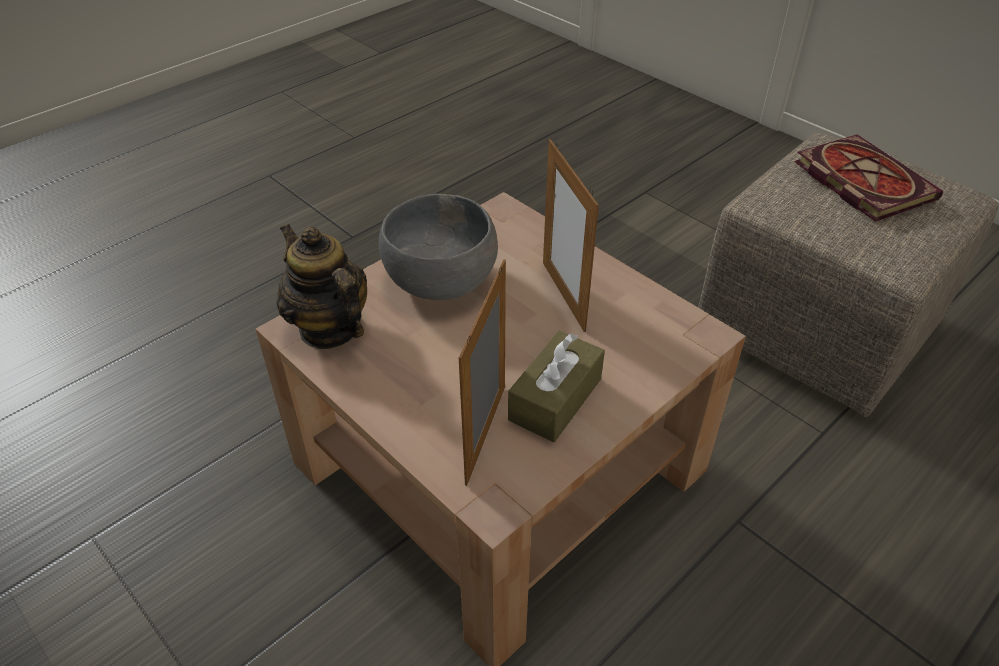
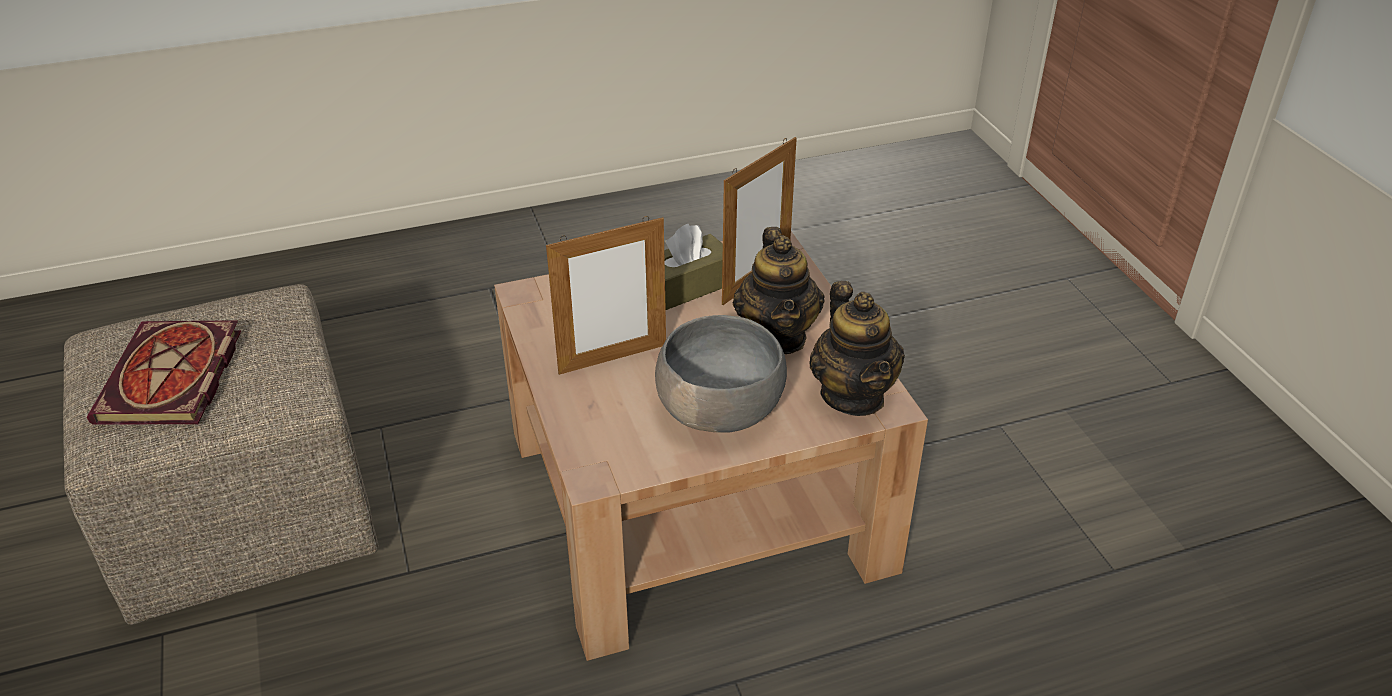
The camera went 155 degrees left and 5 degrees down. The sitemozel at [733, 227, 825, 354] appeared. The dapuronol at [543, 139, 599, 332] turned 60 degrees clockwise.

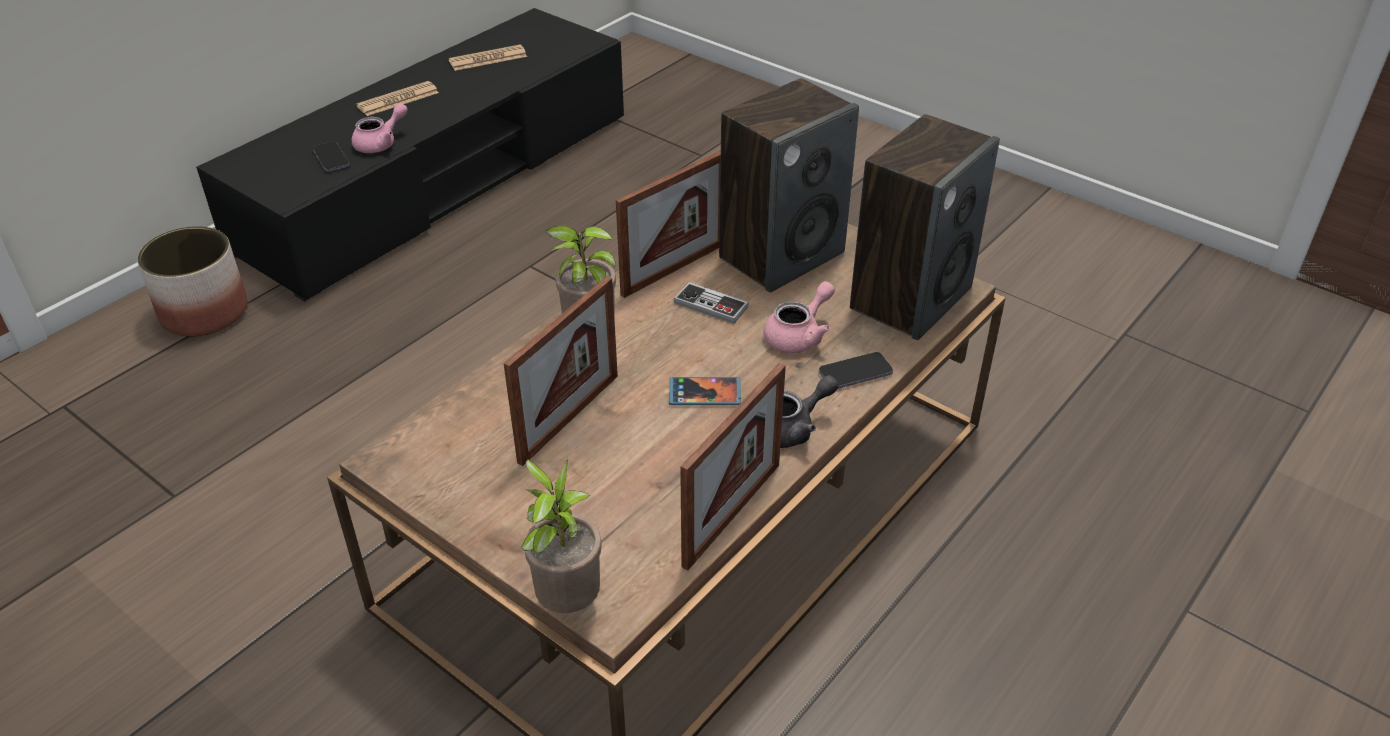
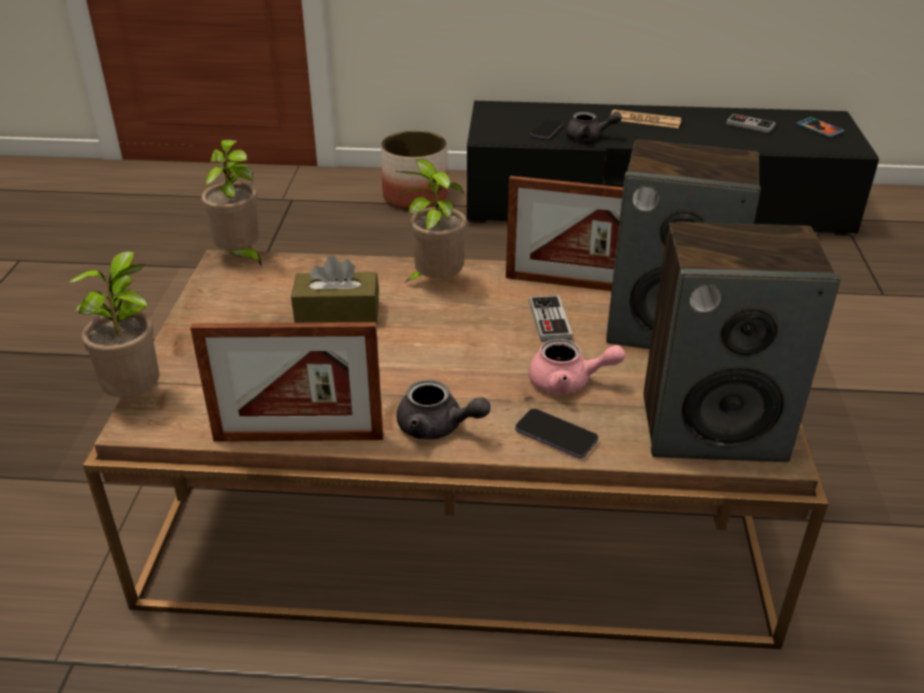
The camera went 55 degrees right and 5 degrees down. The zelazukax at [201, 140, 262, 267] appeared. The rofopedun moved from [669, 377, 741, 405] to [796, 117, 844, 137]. The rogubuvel at [448, 45, 527, 71] was replaced by the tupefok at [726, 114, 776, 133]. The dapuronol at [504, 276, 618, 466] was replaced by the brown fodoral at [291, 255, 379, 325]. The pink sitemozel at [352, 103, 408, 153] became the grey sitemozel at [566, 112, 622, 141].

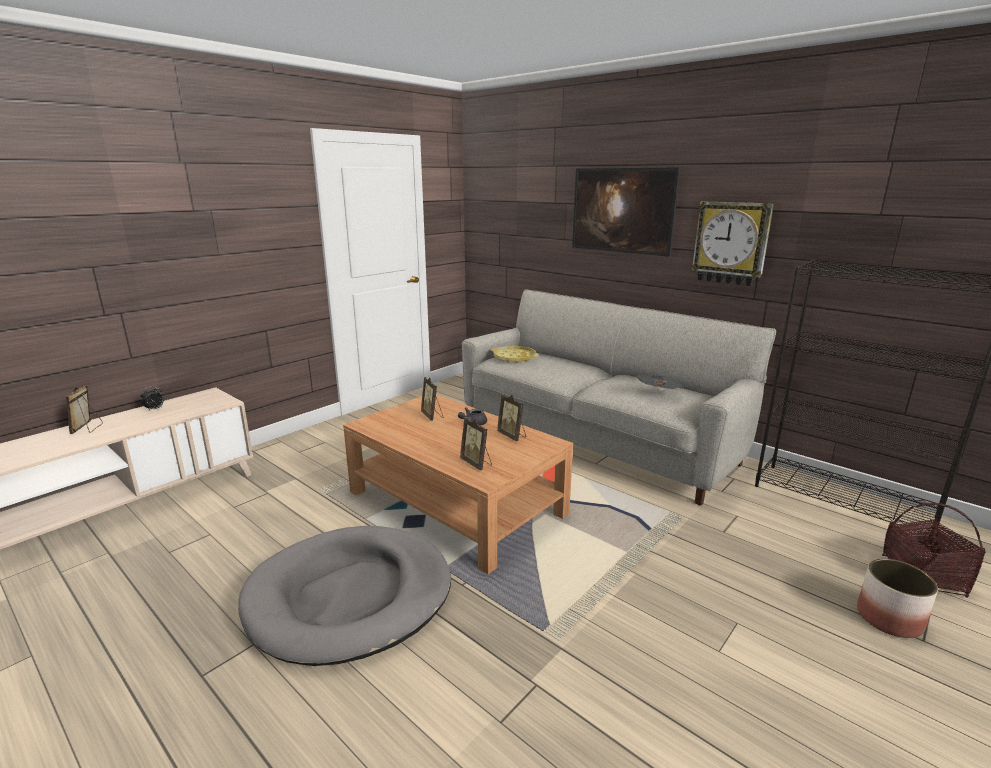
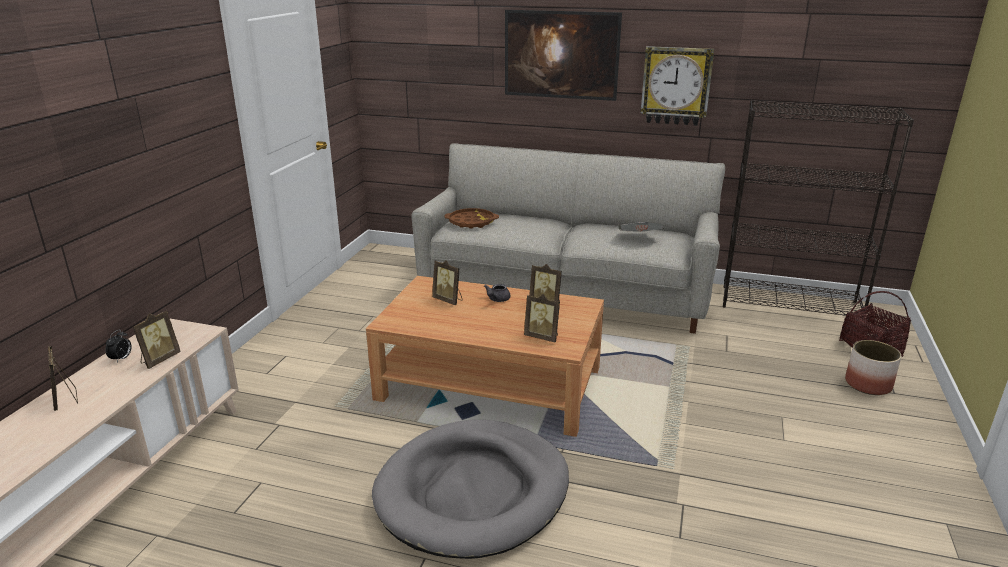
The camera went 25 degrees left and 5 degrees up. The dapuronol at [132, 310, 181, 369] appeared. The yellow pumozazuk at [491, 346, 539, 363] became the brown pumozazuk at [444, 208, 499, 229].

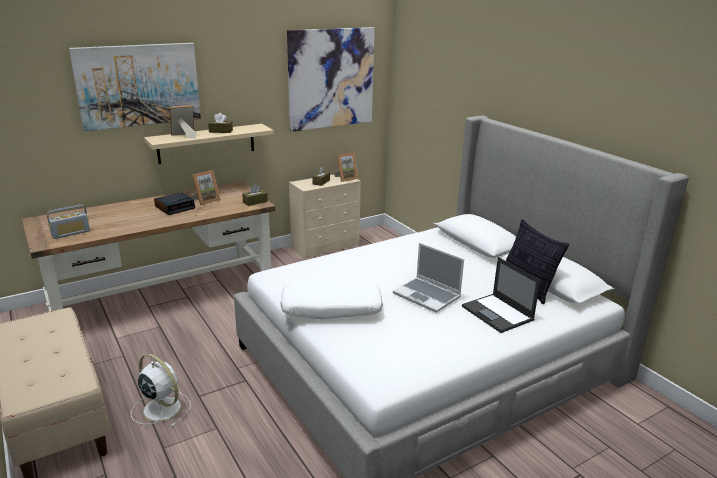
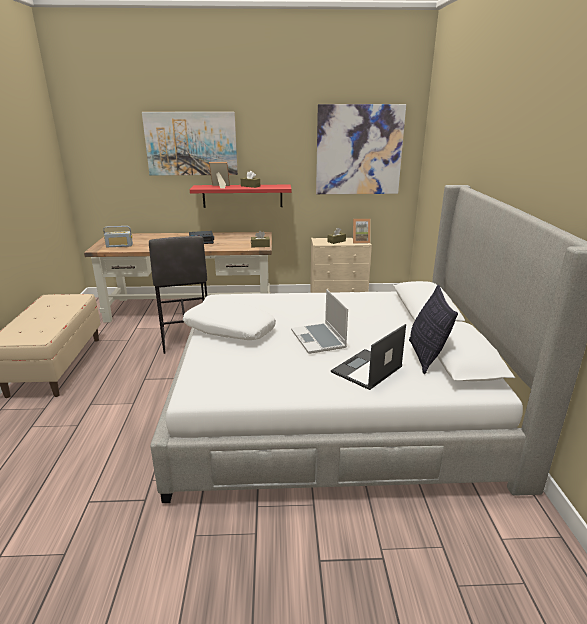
The camera went 30 degrees right and 0 degrees up. The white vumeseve at [131, 354, 191, 427] disappeared. The dapuronol at [191, 170, 221, 205] disappeared. The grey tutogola at [149, 236, 207, 354] appeared. The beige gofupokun at [144, 124, 274, 164] became the red gofupokun at [190, 185, 291, 208]. The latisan at [462, 257, 540, 333] turned 45 degrees clockwise.

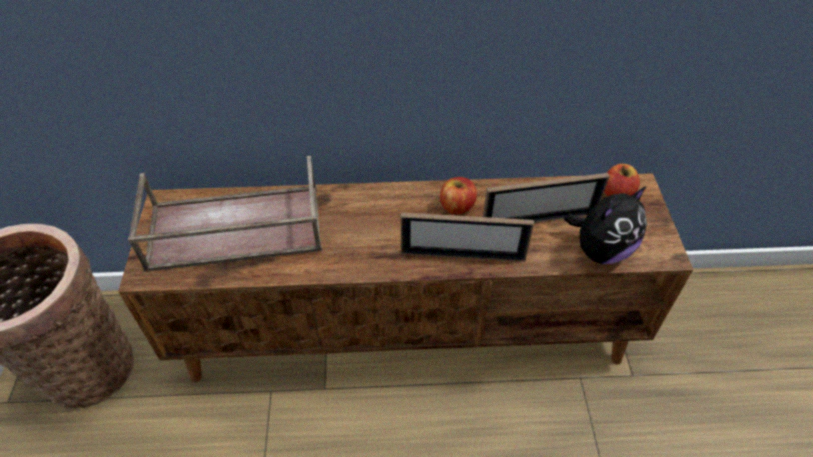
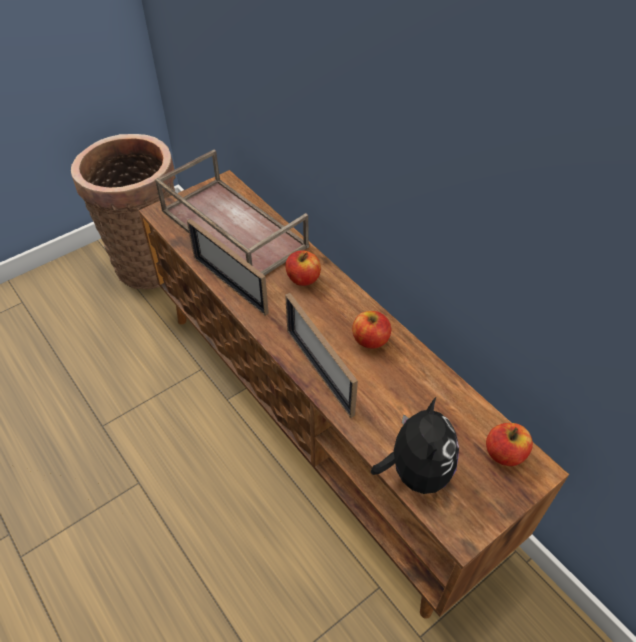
The camera went 55 degrees right and 0 degrees up. The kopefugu at [285, 250, 321, 286] appeared. The dapuronol moved from [483, 173, 610, 223] to [187, 219, 269, 316]. The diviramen at [564, 186, 647, 264] turned 105 degrees counterclockwise.

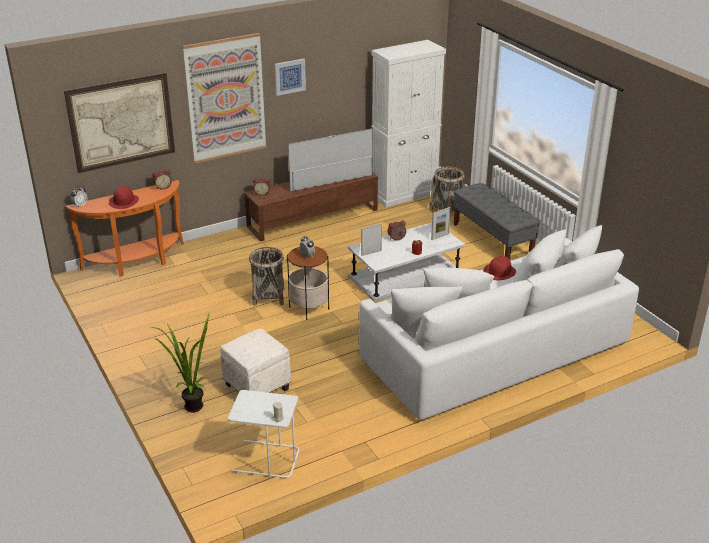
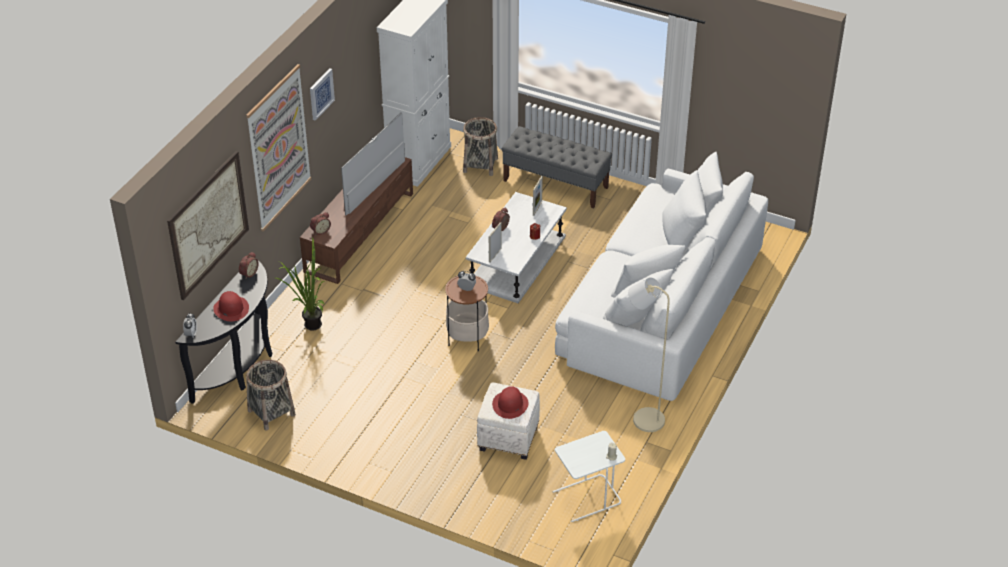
The camera went 35 degrees left and 10 degrees up. The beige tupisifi at [628, 277, 670, 432] appeared. The zelazukax moved from [151, 313, 210, 412] to [276, 237, 325, 331]. The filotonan moved from [249, 247, 284, 306] to [246, 360, 296, 431]. The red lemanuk moved from [483, 256, 516, 280] to [492, 386, 529, 419]. The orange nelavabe at [66, 180, 184, 276] became the black nelavabe at [175, 261, 273, 404].

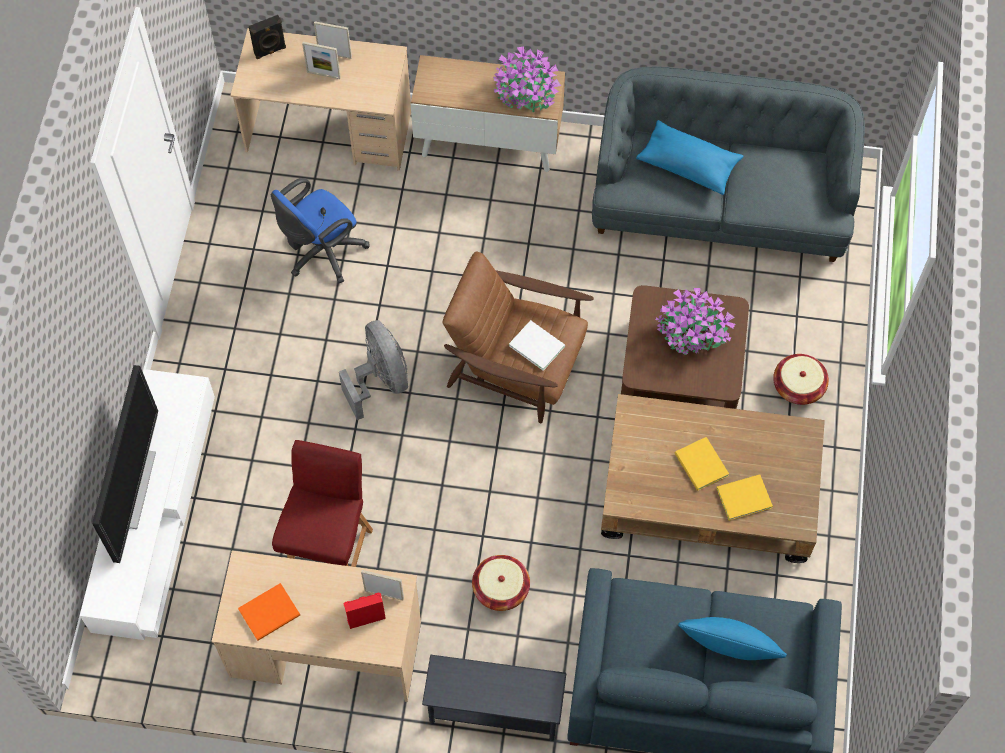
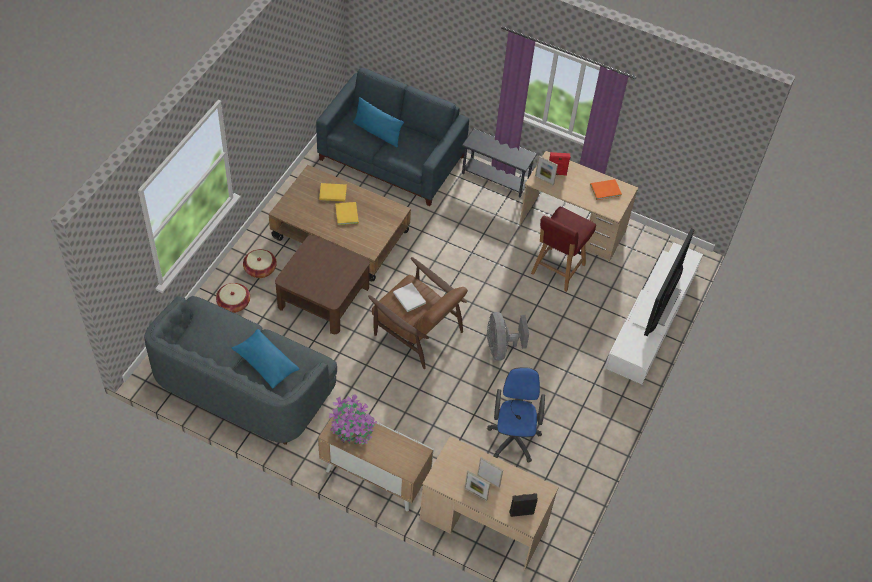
The camera went 165 degrees left and 10 degrees down. The zelazukax at [656, 288, 735, 355] disappeared. The filotonan moved from [472, 555, 530, 611] to [216, 283, 250, 313]. The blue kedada at [271, 178, 370, 283] turned 60 degrees counterclockwise.

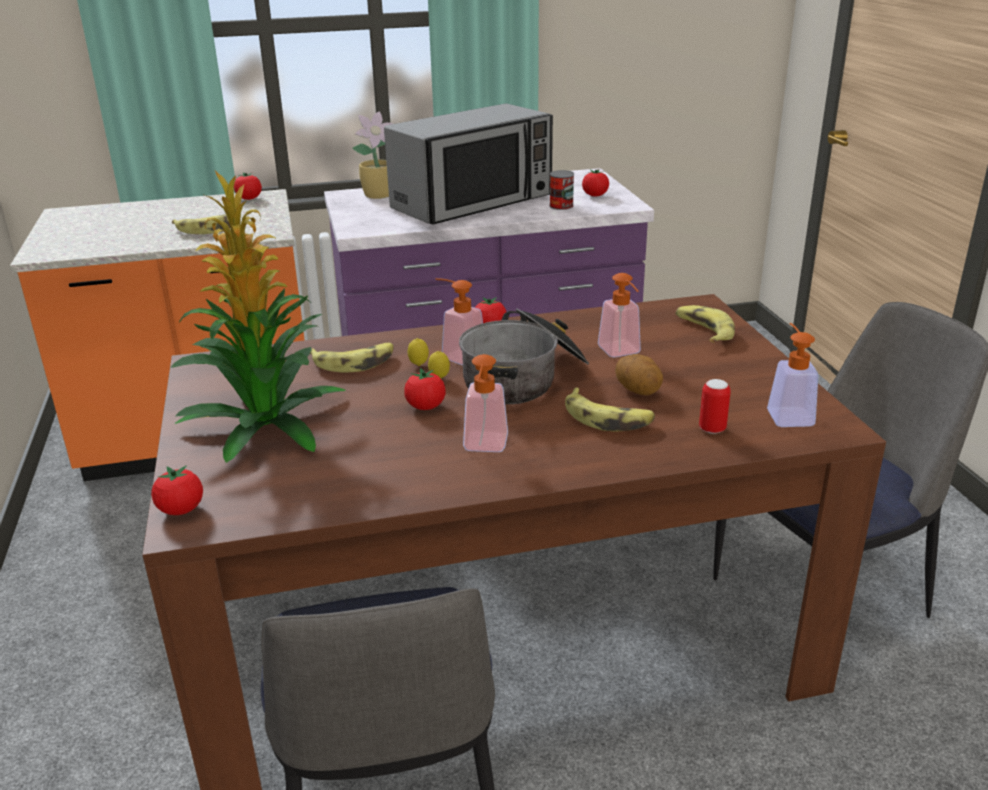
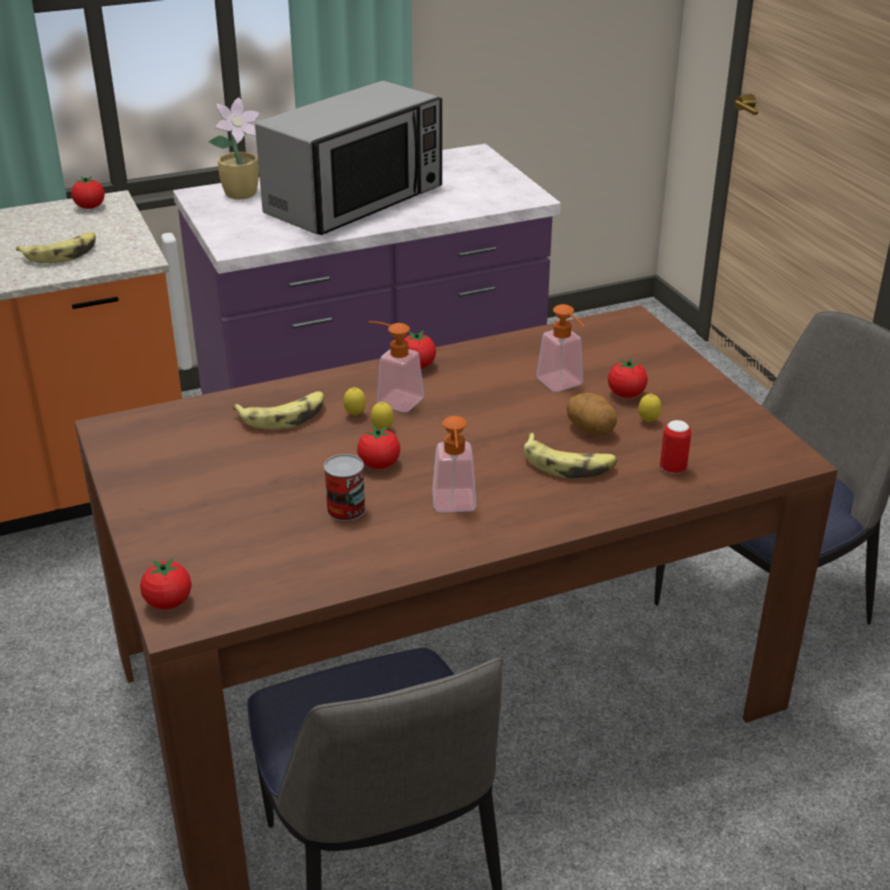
The camera went 10 degrees left and 5 degrees up. The zelazukax at [170, 171, 346, 463] disappeared. The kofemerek at [459, 308, 589, 404] disappeared. The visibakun at [675, 305, 735, 343] disappeared. The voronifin at [767, 323, 818, 427] disappeared. The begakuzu at [638, 394, 661, 422] appeared. The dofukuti moved from [550, 170, 574, 210] to [324, 454, 366, 521]. The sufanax moved from [582, 169, 609, 197] to [608, 358, 648, 398].

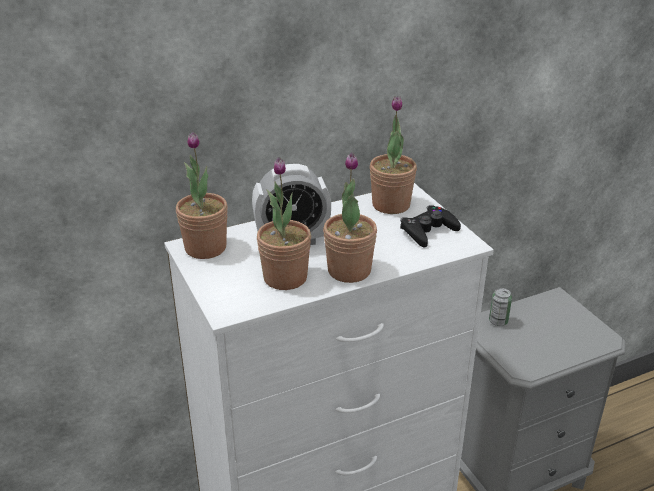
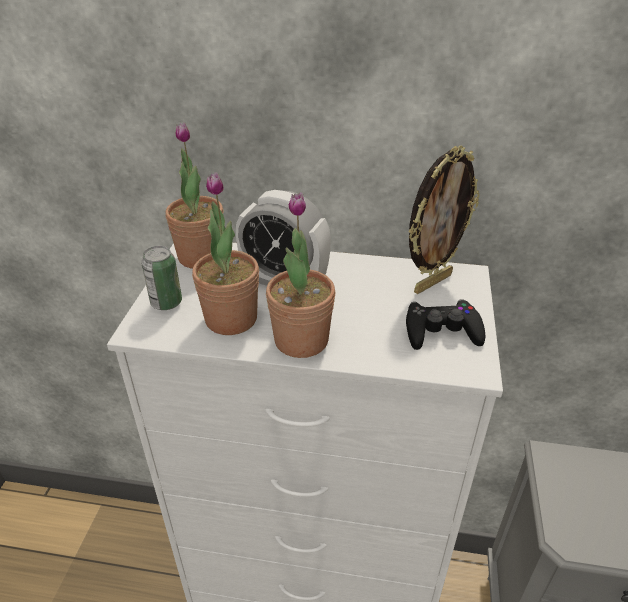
The camera went 35 degrees right and 5 degrees up. The dofukuti moved from [489, 288, 512, 326] to [141, 246, 182, 310]. The zelazukax at [370, 96, 417, 214] was replaced by the dapuronol at [409, 146, 479, 294].

